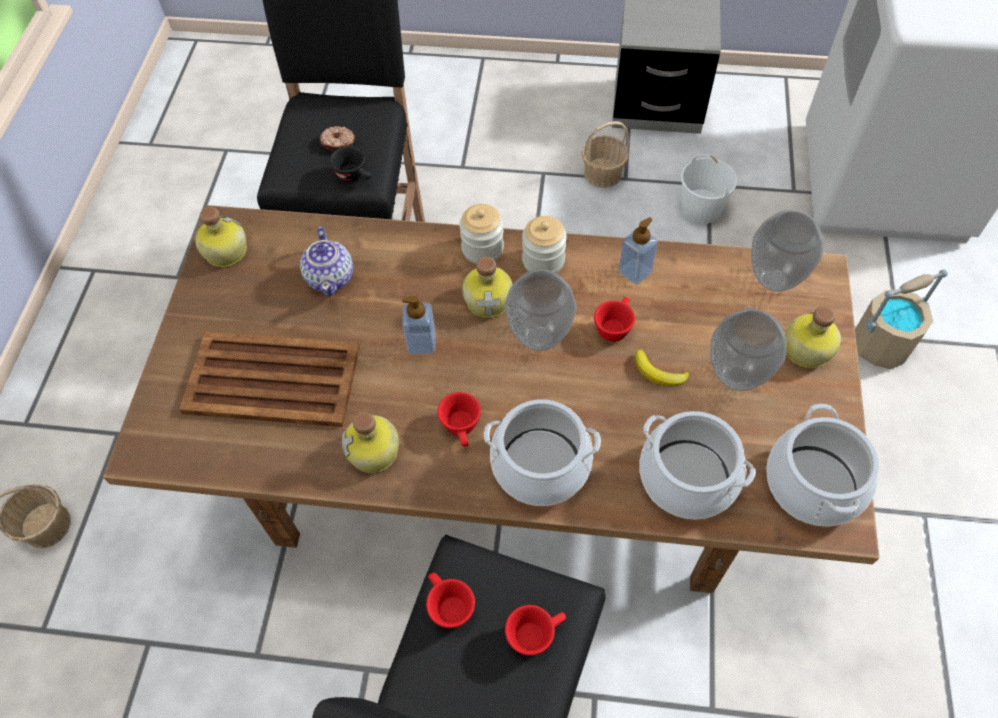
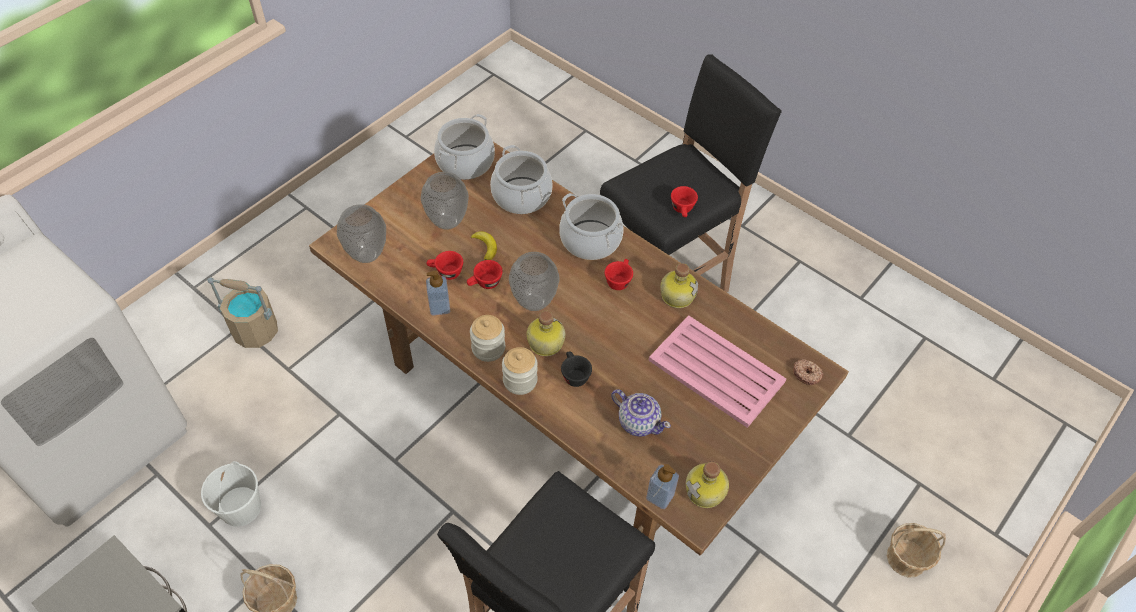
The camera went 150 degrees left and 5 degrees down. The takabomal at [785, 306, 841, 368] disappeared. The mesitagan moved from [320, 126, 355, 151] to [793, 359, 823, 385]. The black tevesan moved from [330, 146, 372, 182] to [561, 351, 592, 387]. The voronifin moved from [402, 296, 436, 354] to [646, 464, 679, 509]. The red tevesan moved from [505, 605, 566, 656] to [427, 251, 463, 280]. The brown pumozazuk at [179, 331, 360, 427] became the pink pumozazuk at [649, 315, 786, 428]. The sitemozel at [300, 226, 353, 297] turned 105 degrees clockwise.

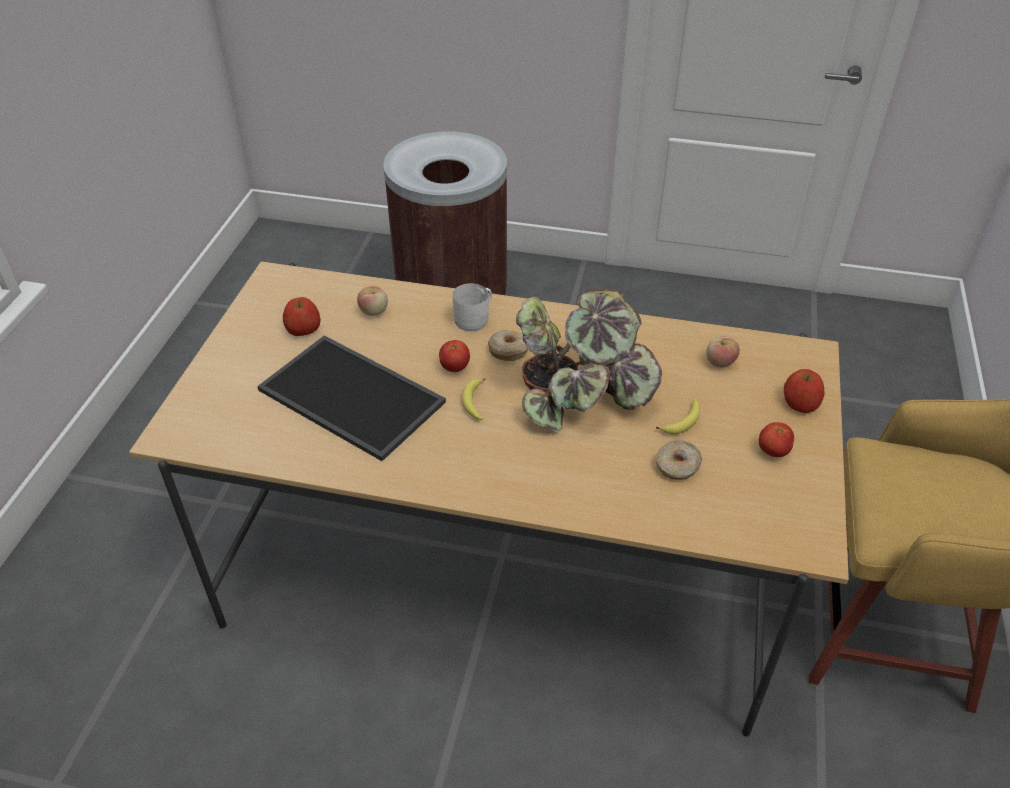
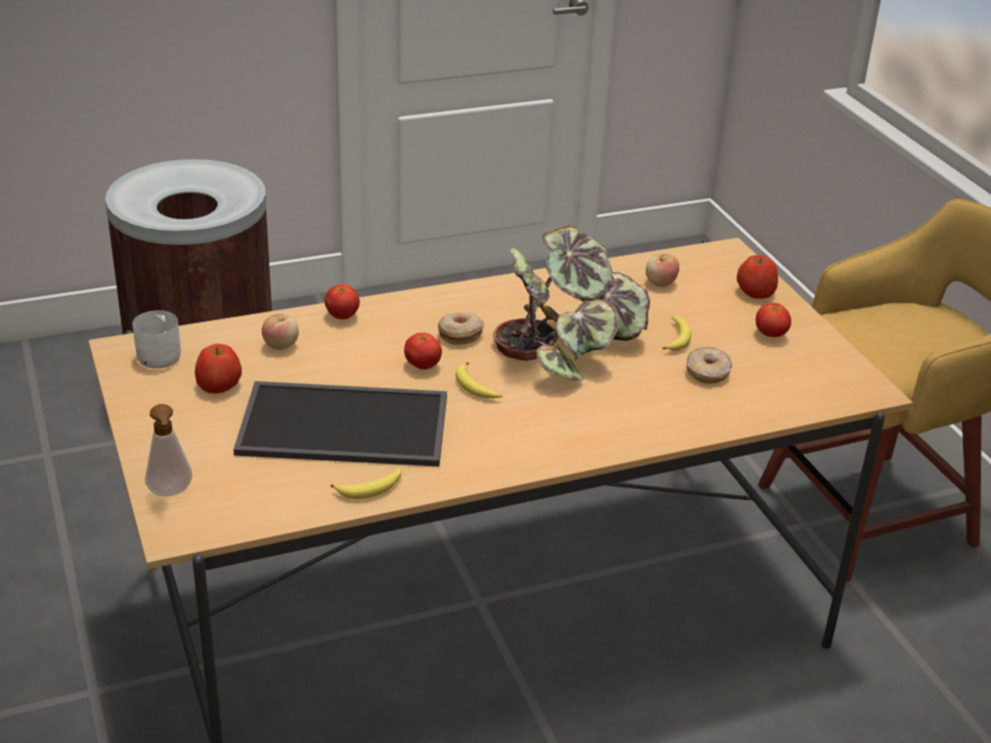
The camera went 35 degrees left and 10 degrees down. The voronifin at [145, 404, 192, 496] appeared. The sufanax at [325, 284, 360, 319] appeared. The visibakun at [331, 467, 402, 499] appeared. The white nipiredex moved from [452, 283, 492, 331] to [132, 310, 181, 369].

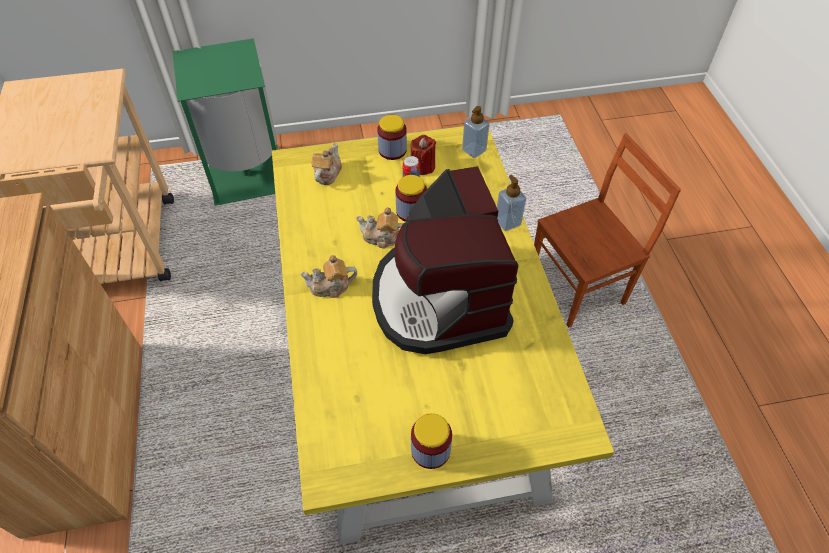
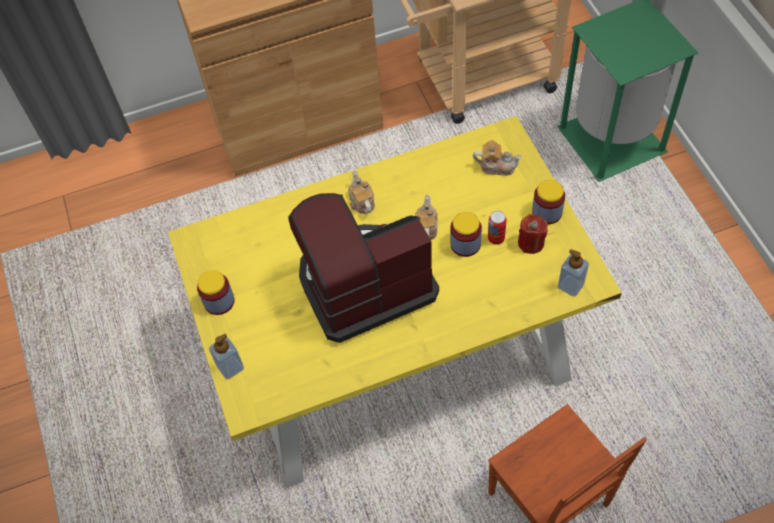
The camera went 85 degrees right and 5 degrees up. The voronifin moved from [497, 175, 526, 231] to [209, 334, 244, 380].

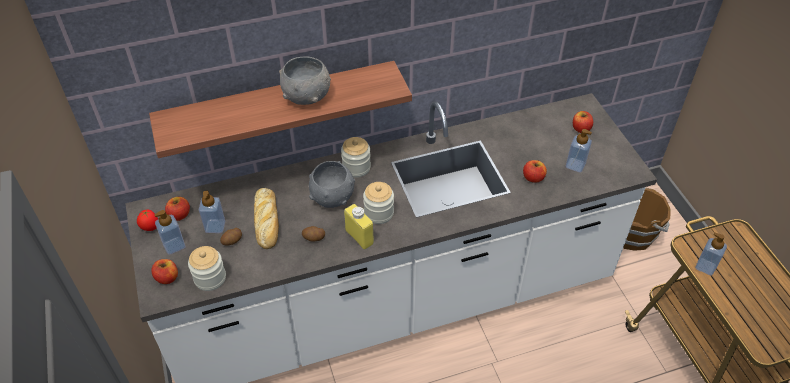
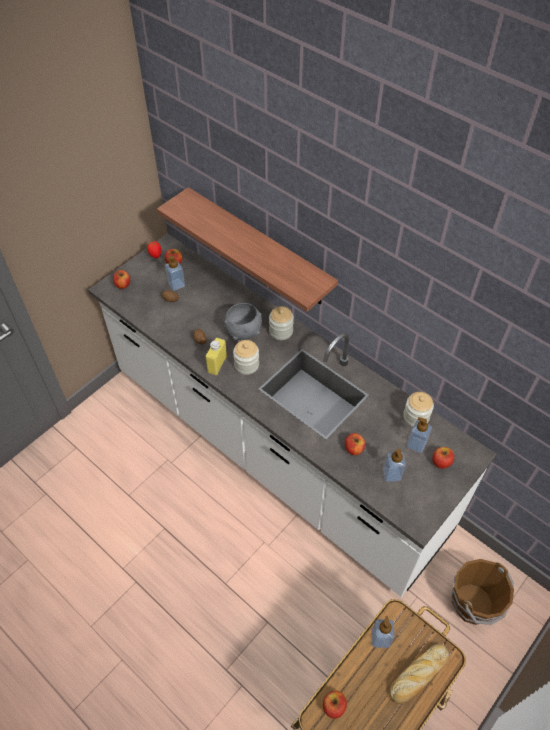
The camera went 60 degrees right and 5 degrees up. The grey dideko at [279, 56, 331, 105] disappeared. The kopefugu at [323, 691, 347, 719] appeared. The voronifin moved from [154, 210, 185, 255] to [407, 417, 432, 453]. The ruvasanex moved from [188, 246, 226, 291] to [403, 392, 434, 427]. The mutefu moved from [254, 188, 279, 249] to [390, 644, 449, 704].

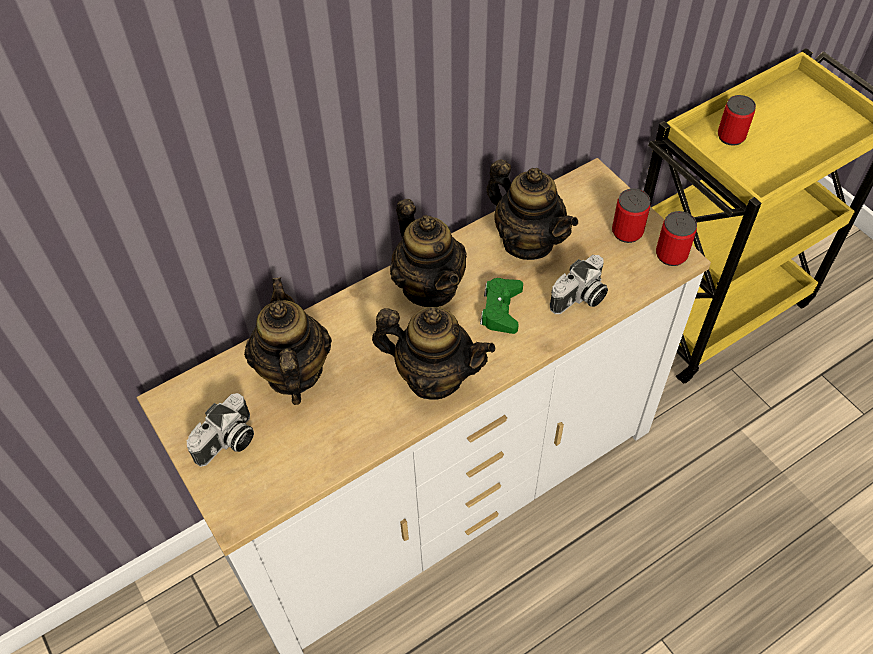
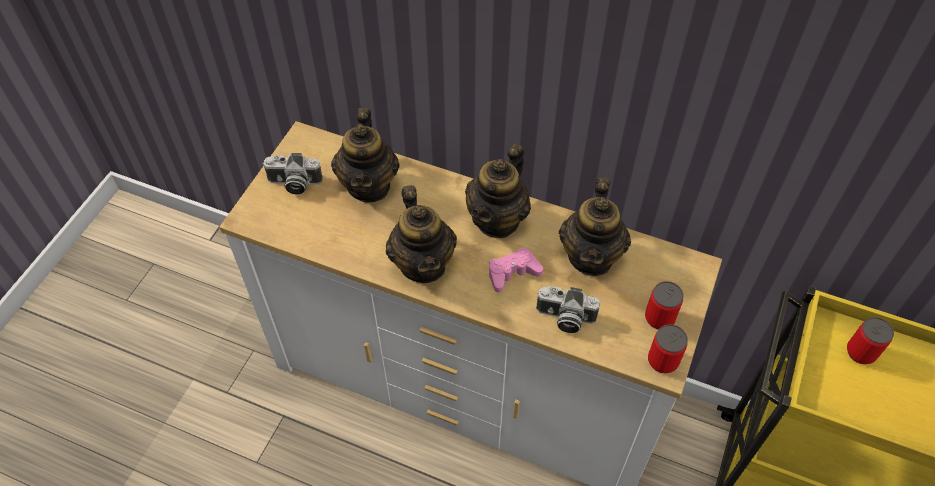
The camera went 55 degrees right and 0 degrees up. The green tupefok at [480, 278, 523, 334] became the pink tupefok at [489, 247, 543, 293]. The sitemozel at [244, 277, 332, 405] turned 135 degrees clockwise.

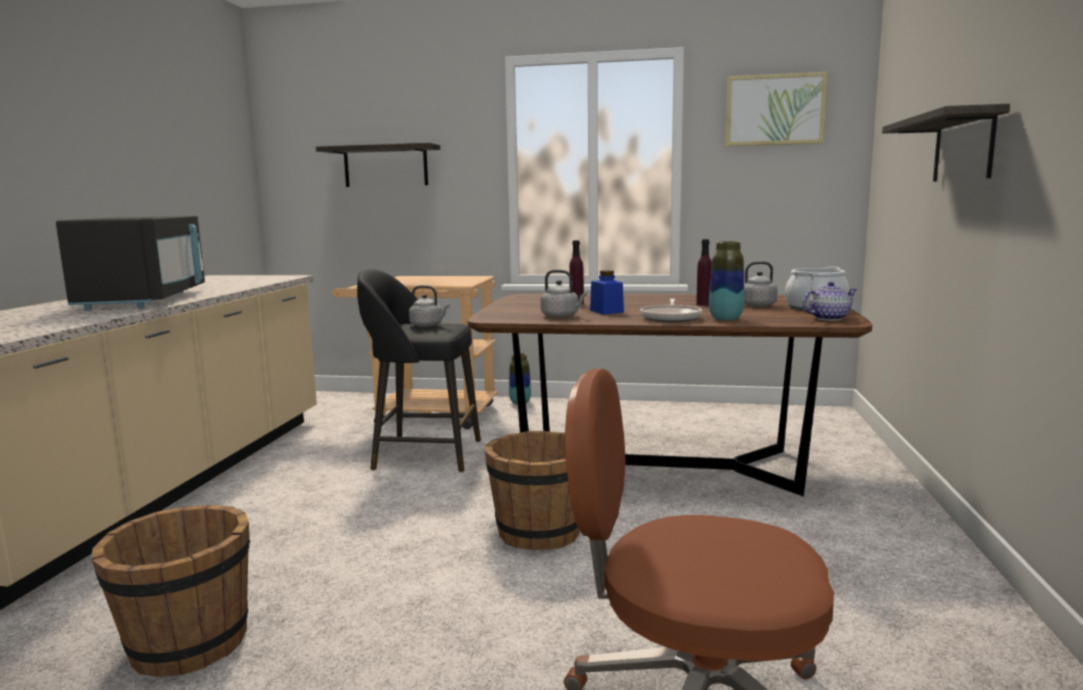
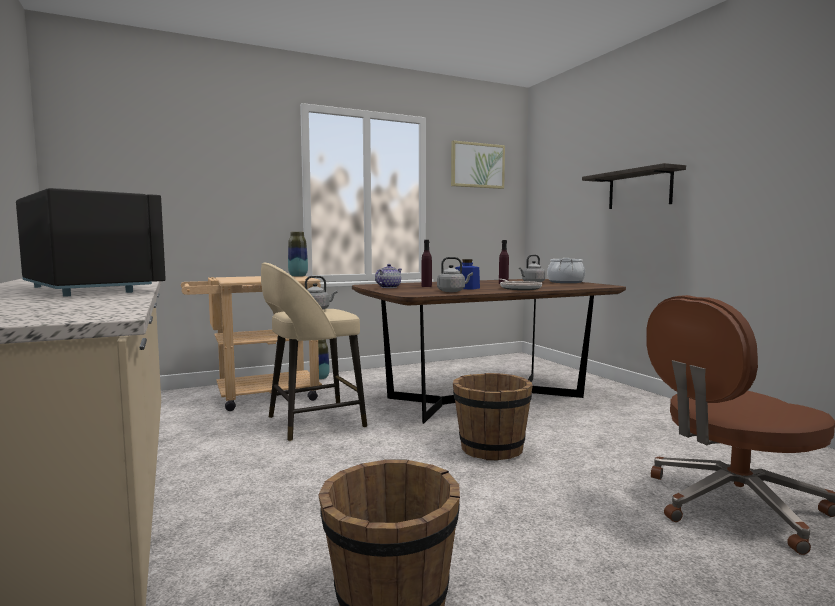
The camera went 35 degrees left and 5 degrees down. The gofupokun at [316, 143, 440, 187] disappeared. The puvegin moved from [709, 241, 744, 321] to [288, 232, 308, 277]. The sitemozel moved from [803, 281, 857, 321] to [375, 264, 402, 288]. The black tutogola at [357, 269, 481, 472] became the beige tutogola at [261, 262, 367, 441].

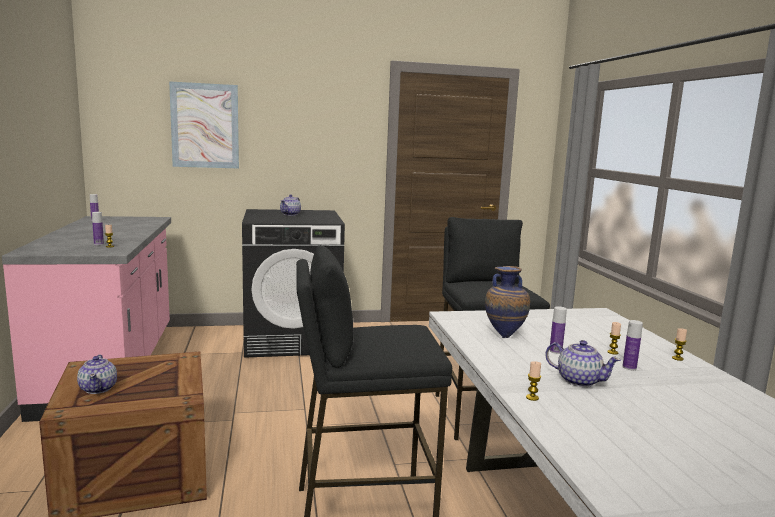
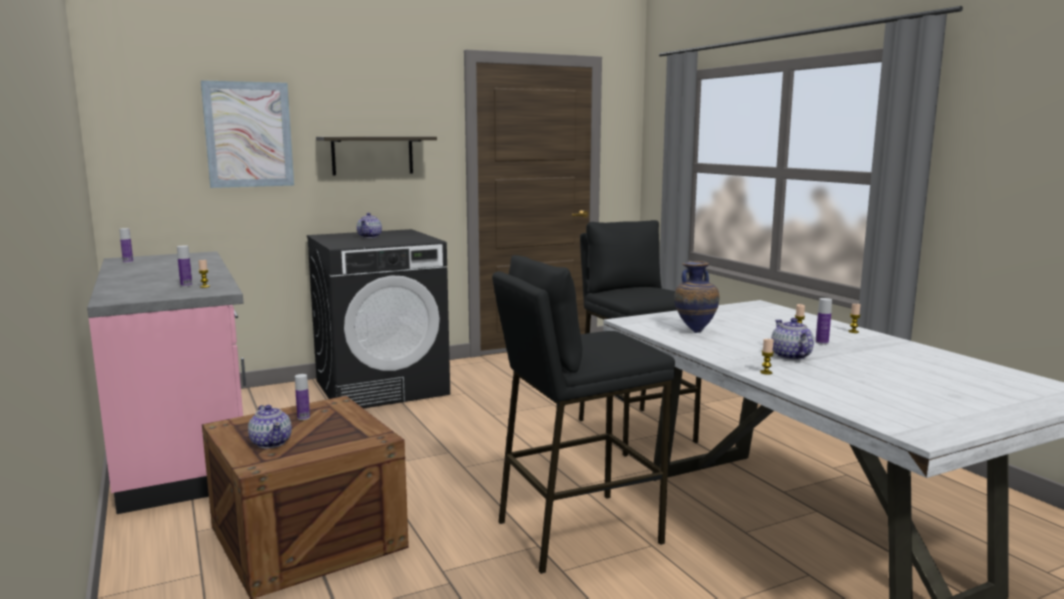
The camera went 15 degrees left and 0 degrees up. The gofupokun at [316, 137, 437, 175] appeared. The takabomal moved from [549, 306, 567, 354] to [295, 374, 310, 420]. The sitemozel at [545, 340, 621, 387] turned 120 degrees counterclockwise.

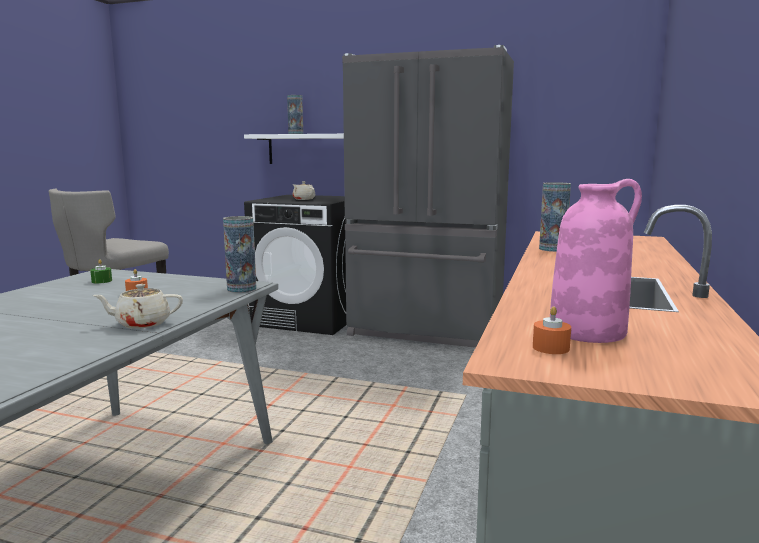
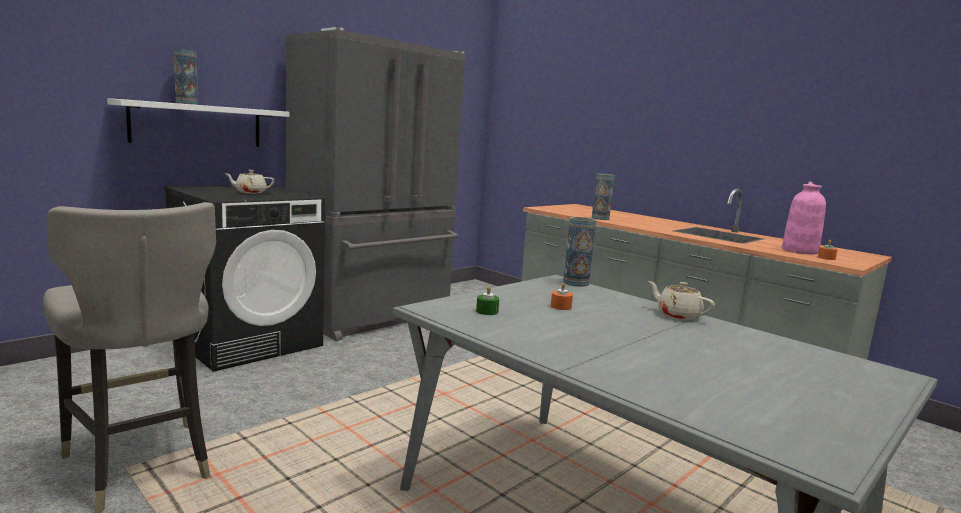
The camera went 65 degrees left and 0 degrees up. The beige sitemozel at [93, 284, 183, 329] turned 120 degrees clockwise.

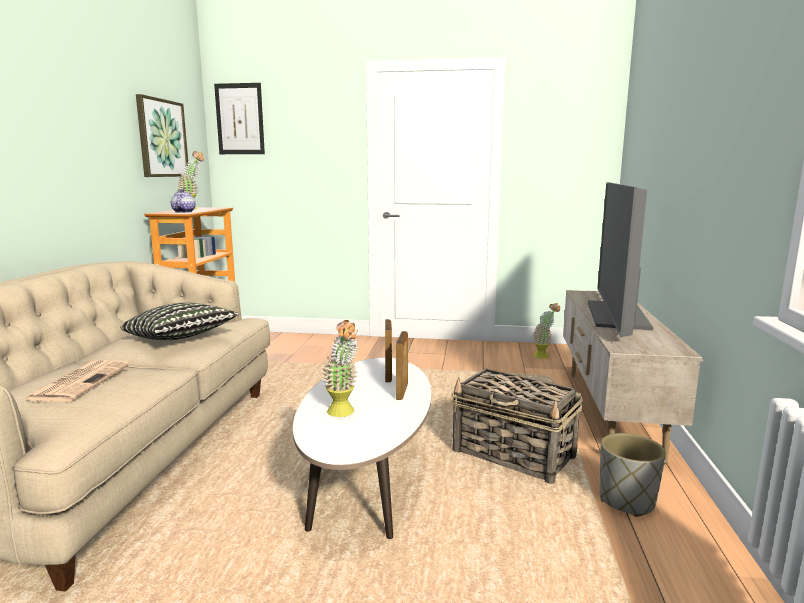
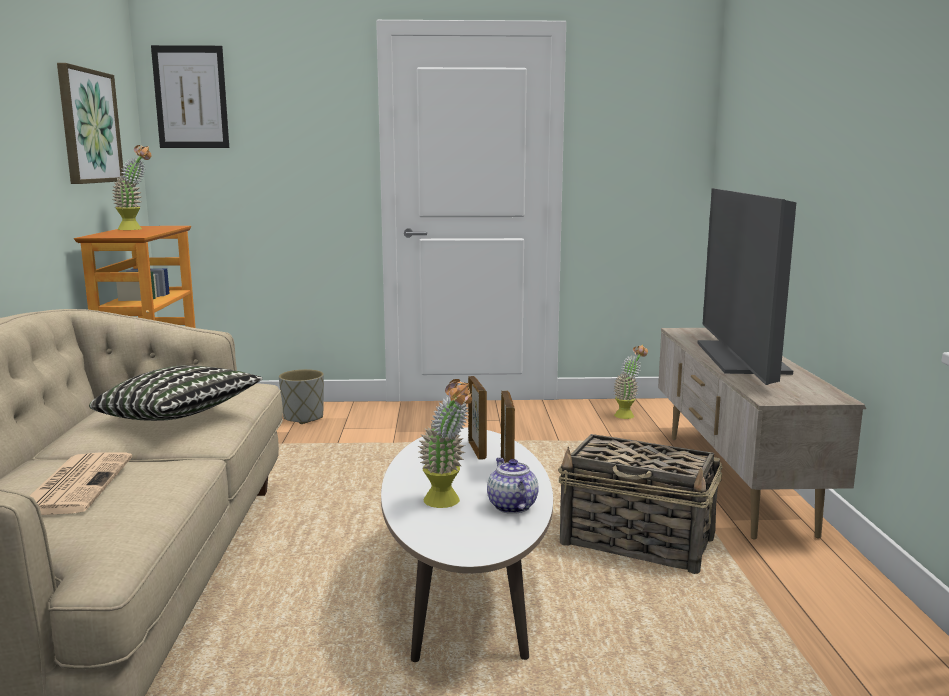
The camera went 10 degrees left and 0 degrees up. The sitemozel moved from [171, 189, 196, 213] to [487, 458, 539, 514]. The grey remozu moved from [600, 433, 666, 517] to [279, 369, 324, 424].

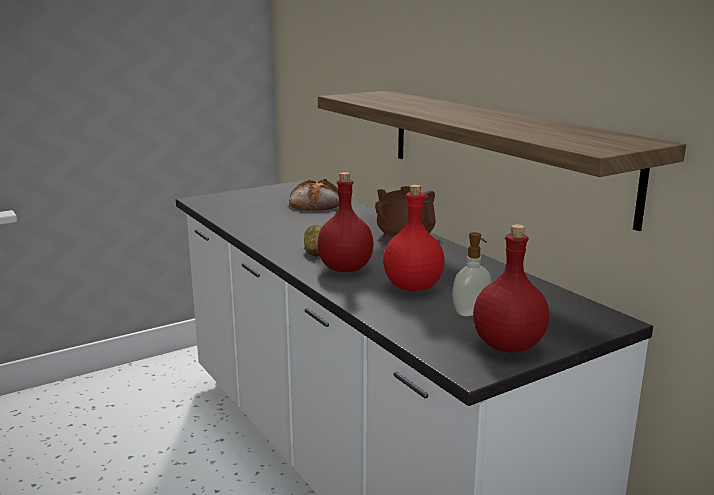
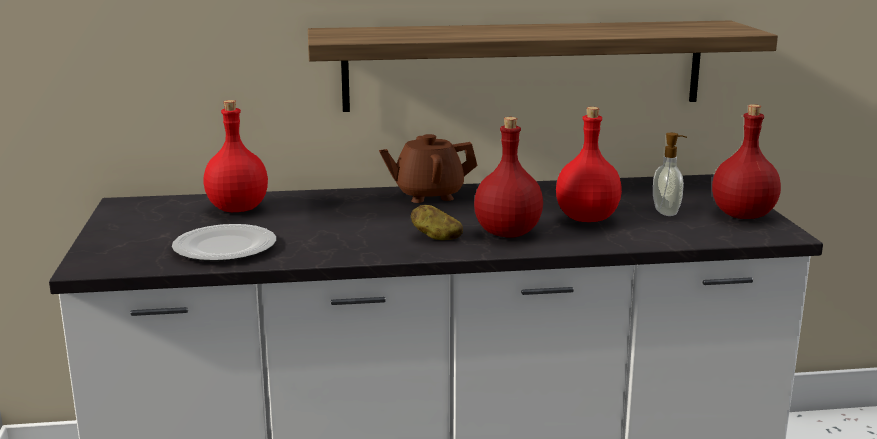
The camera went 65 degrees left and 0 degrees up. The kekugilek at [172, 224, 276, 261] appeared. The mutefu at [289, 179, 339, 211] was replaced by the red takabomal at [203, 100, 268, 212].

